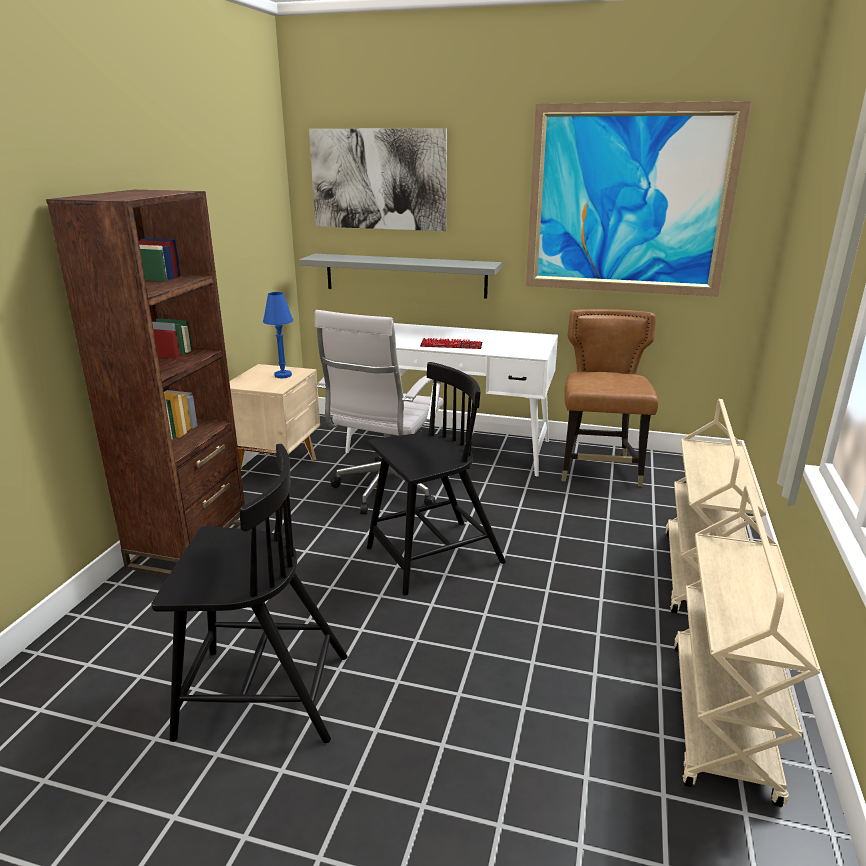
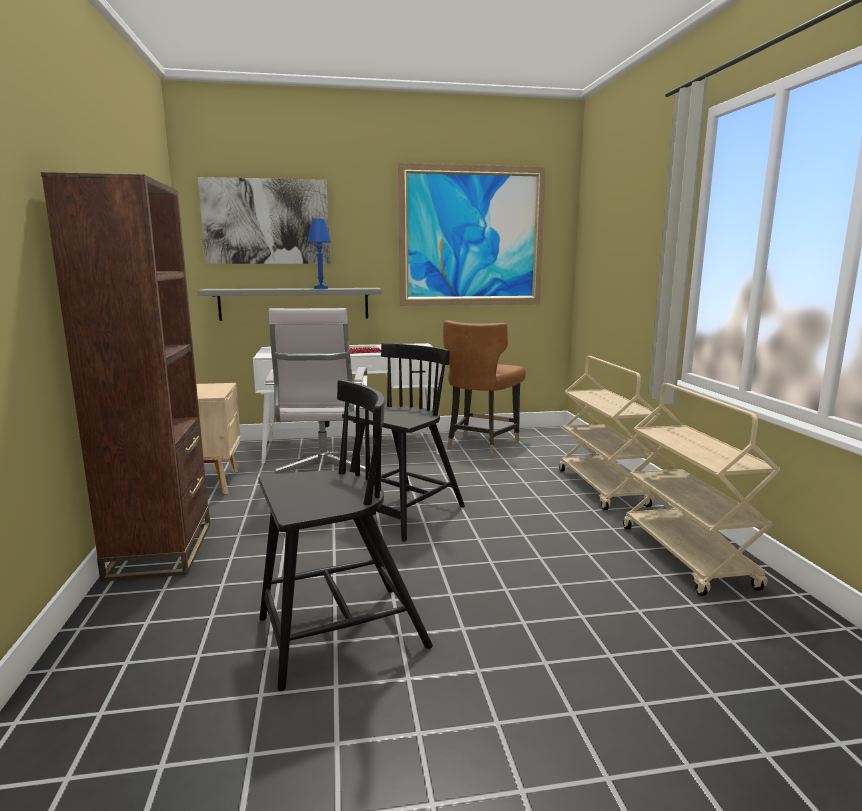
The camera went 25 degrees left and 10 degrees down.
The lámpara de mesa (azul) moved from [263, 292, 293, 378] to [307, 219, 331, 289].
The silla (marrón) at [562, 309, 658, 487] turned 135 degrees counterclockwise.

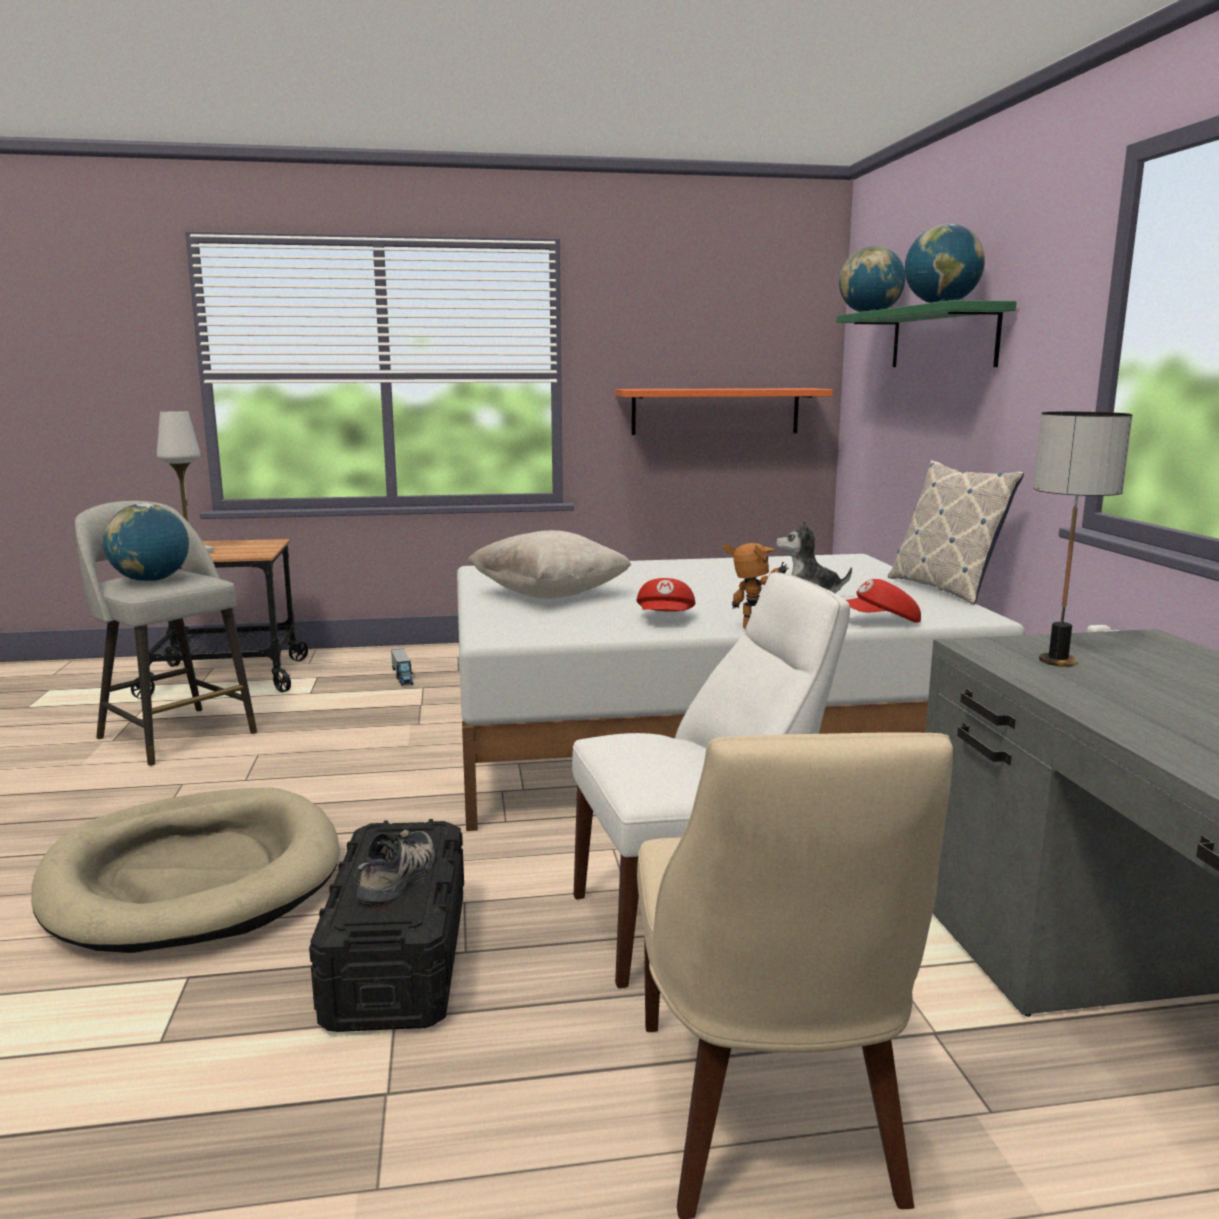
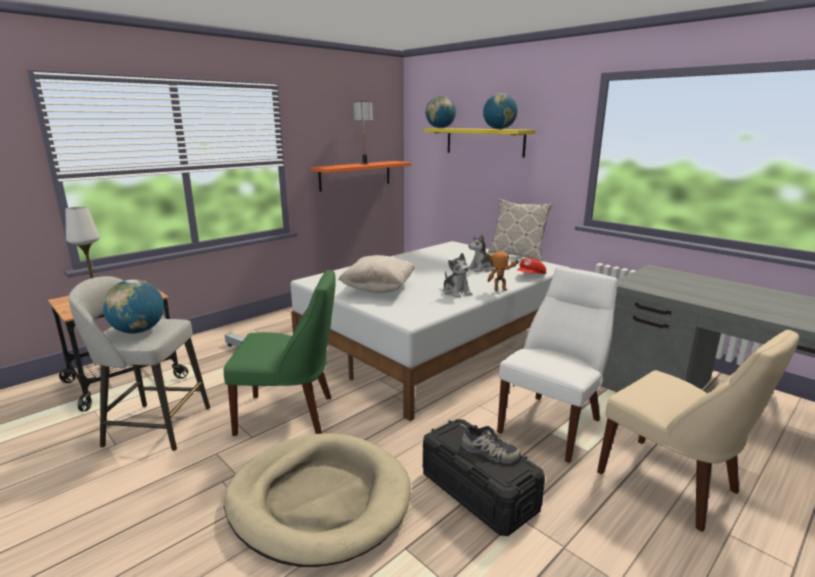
The camera went 35 degrees left and 5 degrees up.
The estante (verde) at [836, 300, 1017, 367] became the estante (amarillo) at [424, 128, 535, 157].
The lámpara de mesa moved from [1034, 412, 1133, 667] to [353, 101, 373, 165].
The gorra (rojo) at [636, 578, 695, 612] was replaced by the peluche at [443, 253, 472, 298].
The zapato at [357, 830, 435, 905] turned 135 degrees clockwise.
The silla (verde) at [223, 269, 336, 436] appeared.

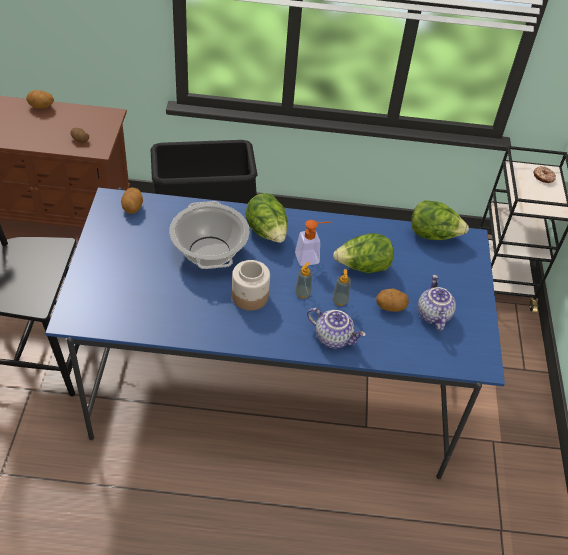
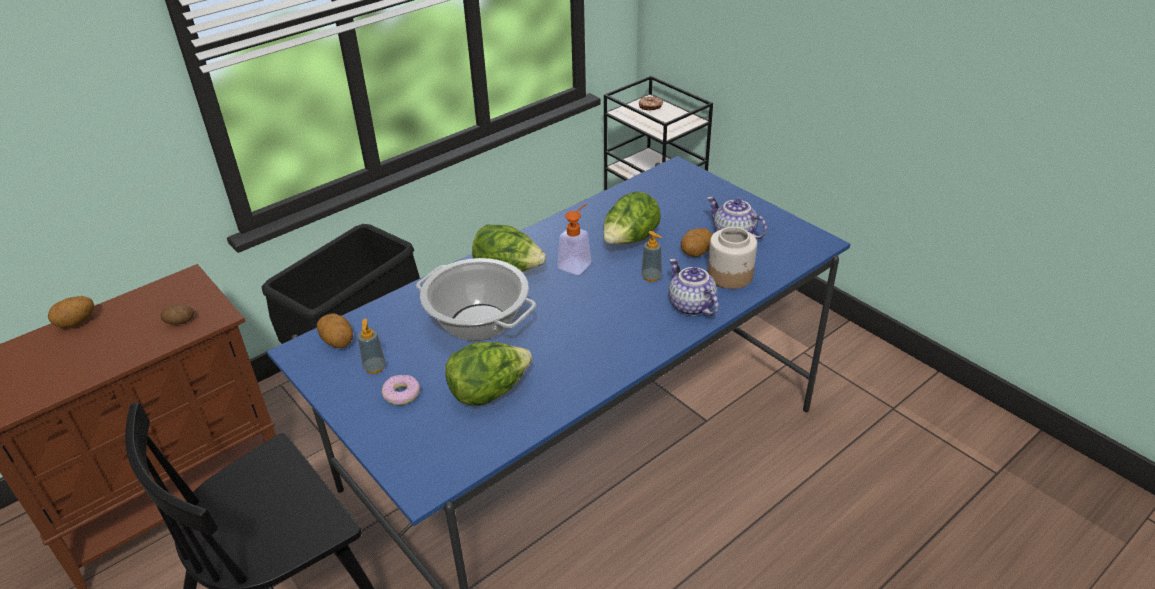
The camera went 40 degrees left and 10 degrees down.
The lechuga moved from [411, 200, 469, 240] to [445, 342, 532, 406].
The tarro moved from [232, 260, 270, 311] to [708, 227, 757, 289].
The dispensador de jabón moved from [295, 262, 313, 298] to [358, 319, 386, 374].
The tetera at [307, 308, 366, 348] turned 105 degrees counterclockwise.
The rosquilla at [382, 375, 421, 405] appeared.

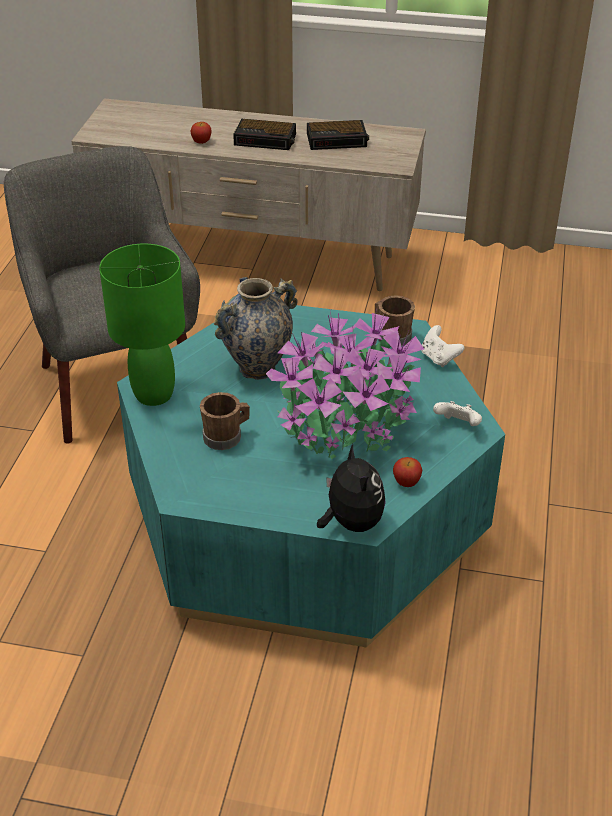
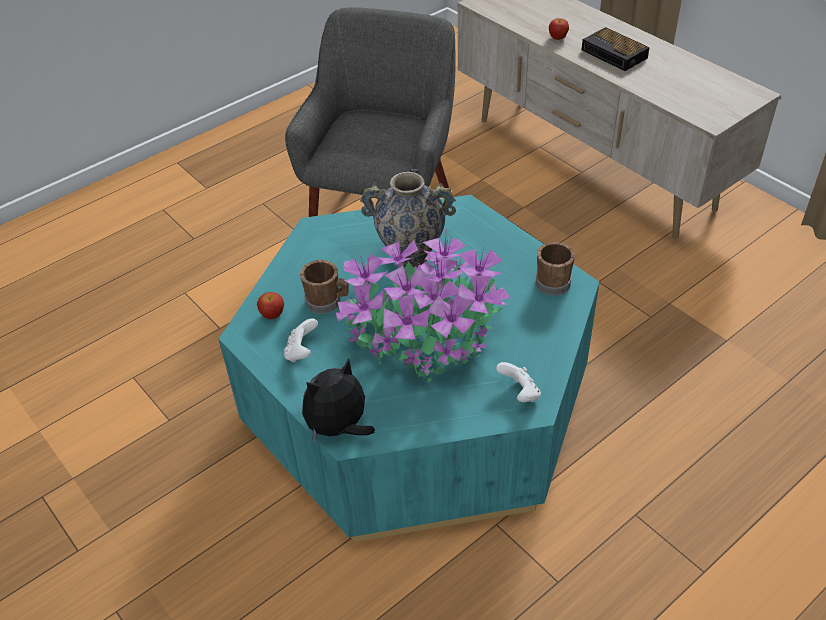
The camera went 40 degrees right and 5 degrees up.
The despertador at [307, 120, 369, 150] disappeared.
The lámpara de mesa (verde) at [99, 243, 185, 406] disappeared.
The mando de consola (blanco) moved from [421, 325, 465, 367] to [284, 318, 318, 363].
The peluche at [317, 444, 386, 532] turned 150 degrees counterclockwise.
The manzana moved from [393, 457, 422, 487] to [257, 292, 284, 319].

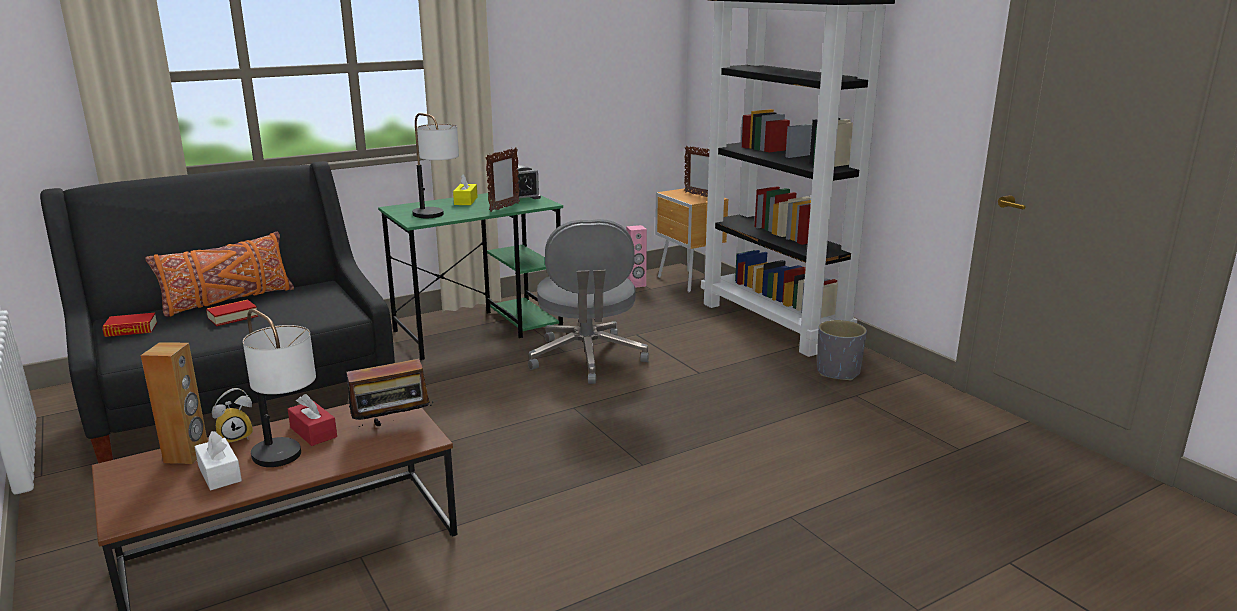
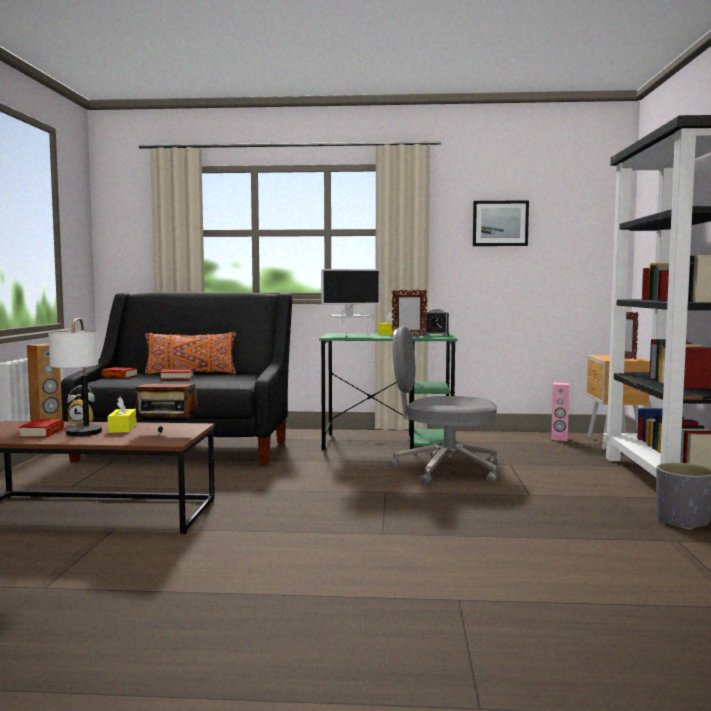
The camera went 35 degrees right and 15 degrees down.
The lámpara de mesa at [412, 113, 459, 218] was replaced by the monitor at [321, 269, 381, 337].
The silla de oficina (gris) at [528, 219, 649, 384] turned 75 degrees clockwise.
The caja de pañuelos (rojo) at [288, 394, 337, 446] became the caja de pañuelos (amarillo) at [107, 397, 137, 433].
The caja de pañuelos (blanco) at [194, 431, 242, 490] was replaced by the libro at [19, 419, 64, 438].
The cuadro at [473, 200, 529, 246] appeared.

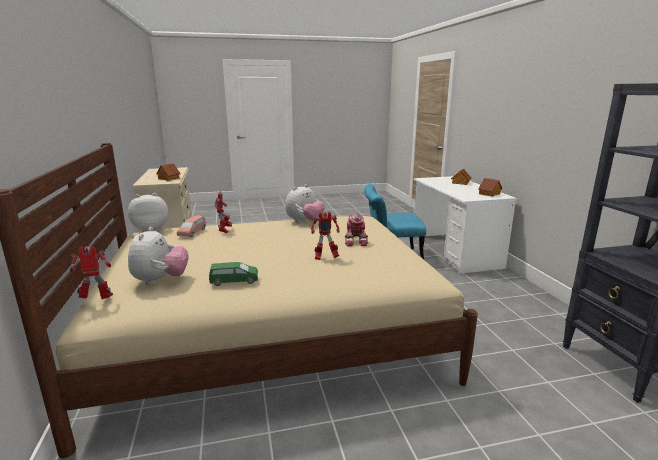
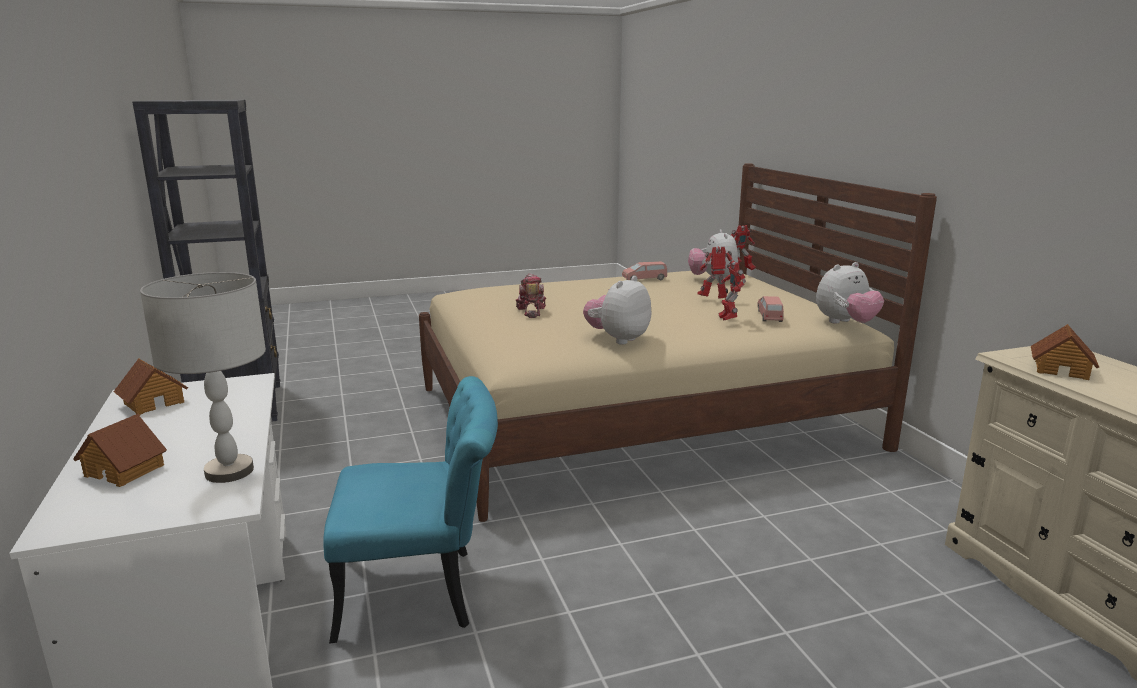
The camera went 175 degrees right and 0 degrees up.
The robot de juguete moved from [311, 212, 340, 260] to [697, 246, 732, 299].
The coche de juguete (verde) at [209, 262, 258, 286] became the coche de juguete (rosa) at [622, 261, 667, 280].
The lámpara de mesa (gris) at [140, 272, 266, 483] appeared.

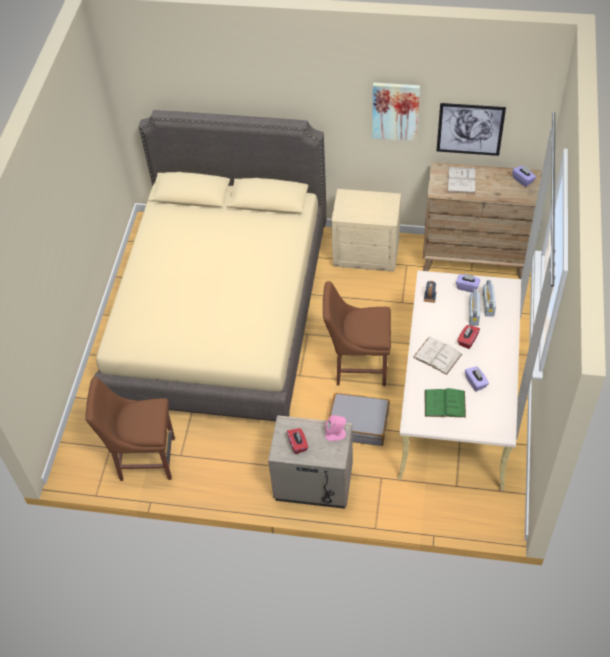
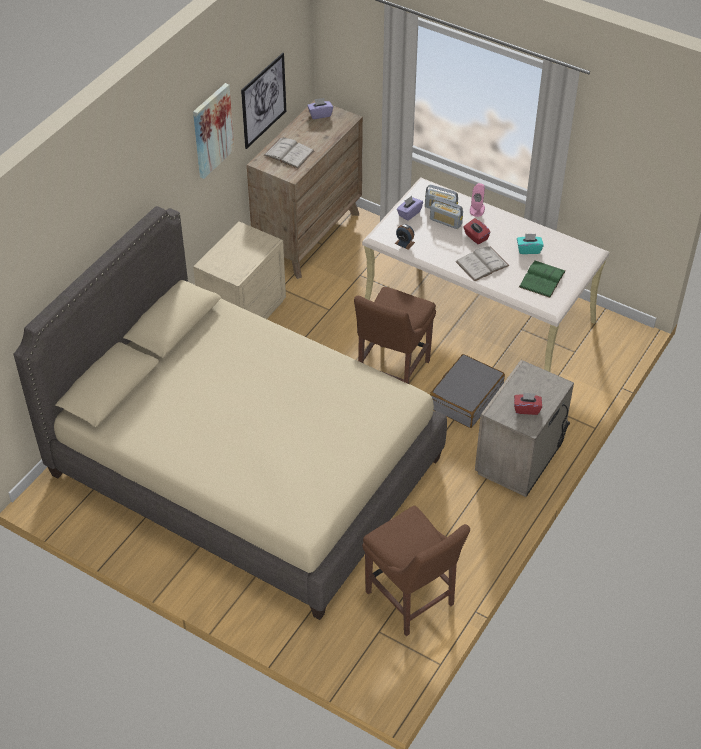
The camera went 70 degrees left and 5 degrees down.
The caja de pañuelos (morado) at [465, 366, 489, 391] became the caja de pañuelos (turquesa) at [517, 233, 544, 254].
The silla (marrón) at [86, 377, 175, 481] turned 60 degrees counterclockwise.
The altavoz (rosa) moved from [325, 415, 346, 441] to [470, 183, 485, 217].

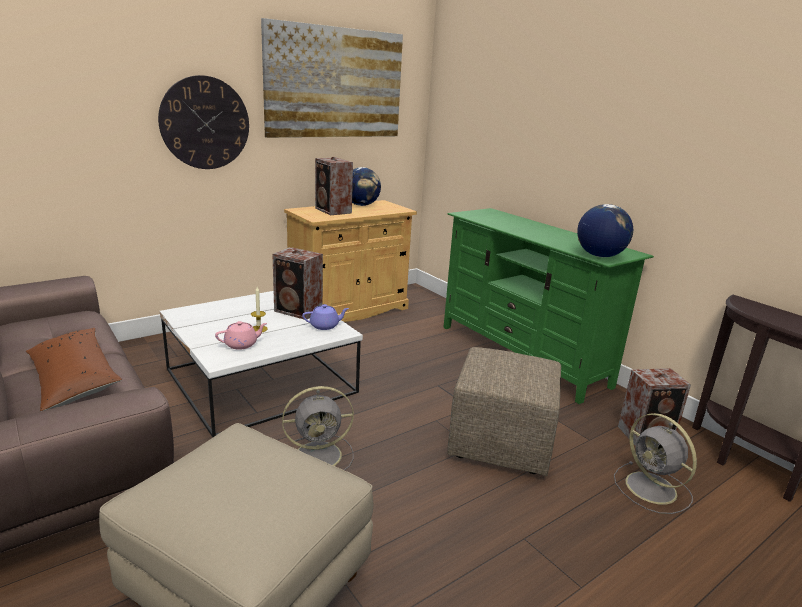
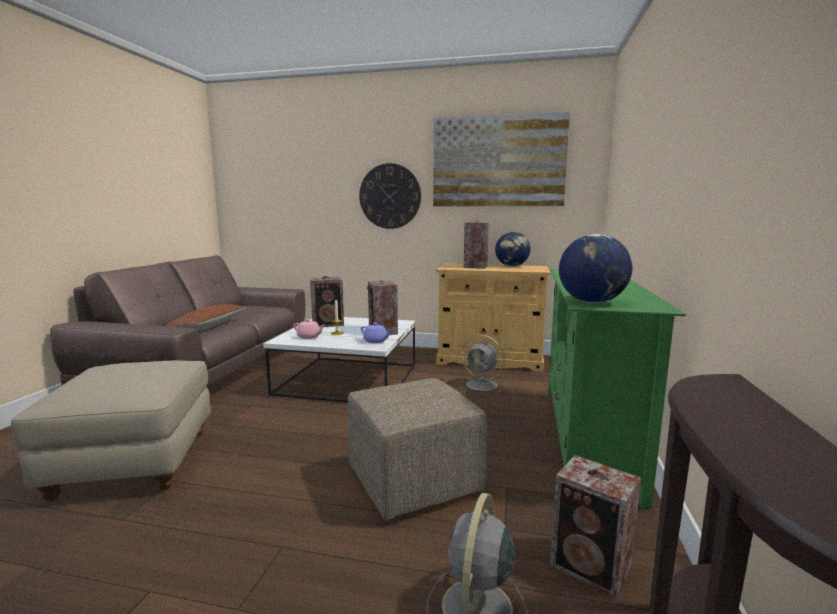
The camera went 50 degrees right and 10 degrees down.
The ventilador (gris) moved from [282, 386, 354, 470] to [459, 334, 506, 394].
The altavoz at [310, 276, 344, 327] appeared.

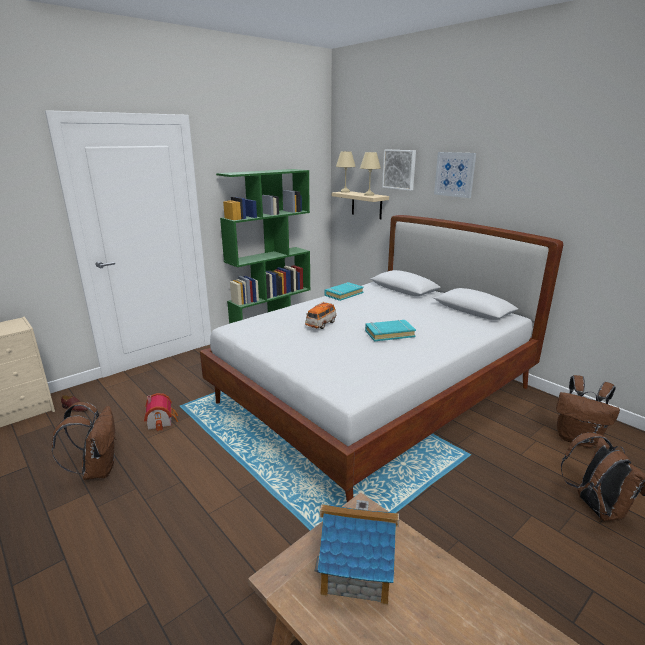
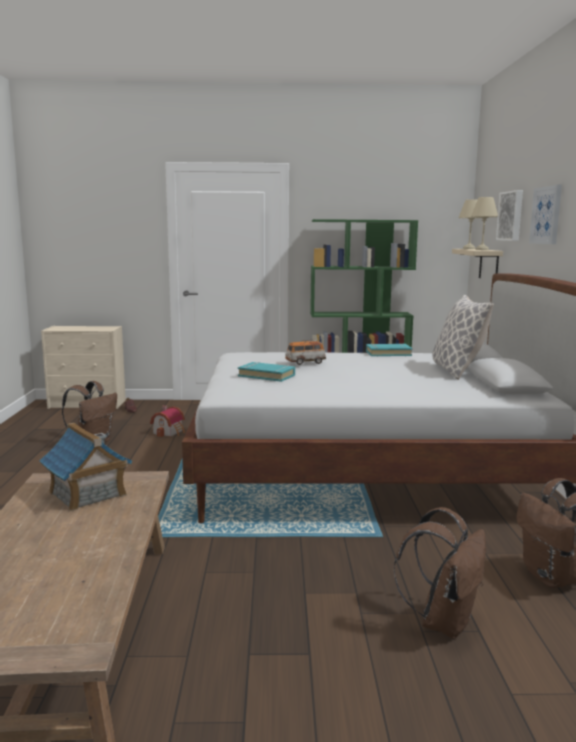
The camera went 40 degrees right and 10 degrees down.
The libro (turquesa) moved from [365, 320, 416, 342] to [238, 362, 295, 382].
The cojín at [432, 295, 494, 380] appeared.

